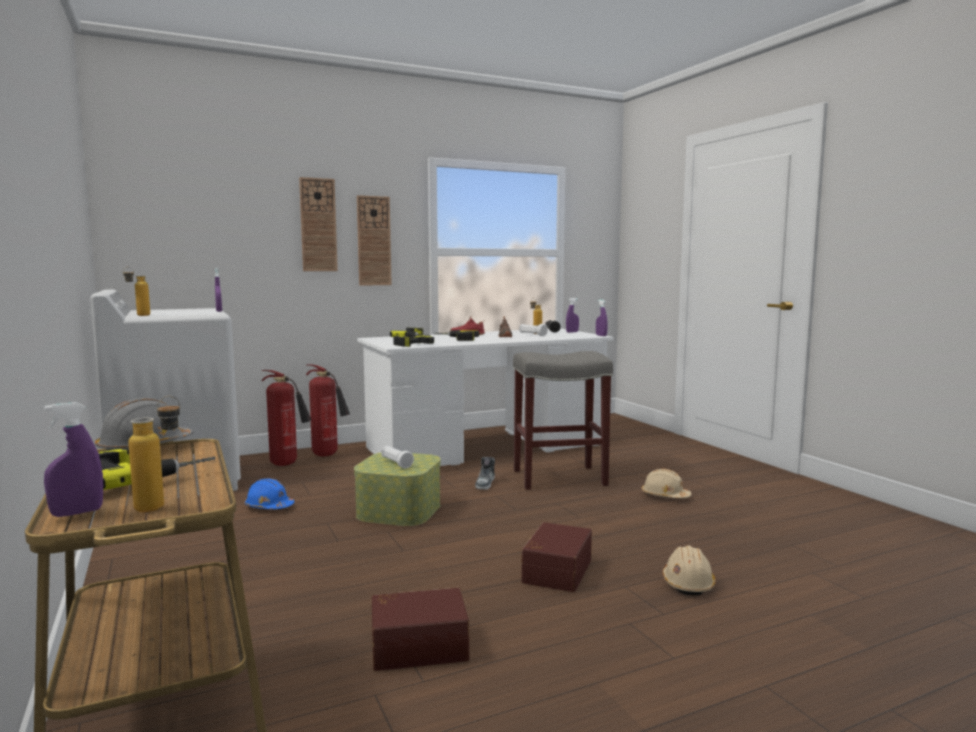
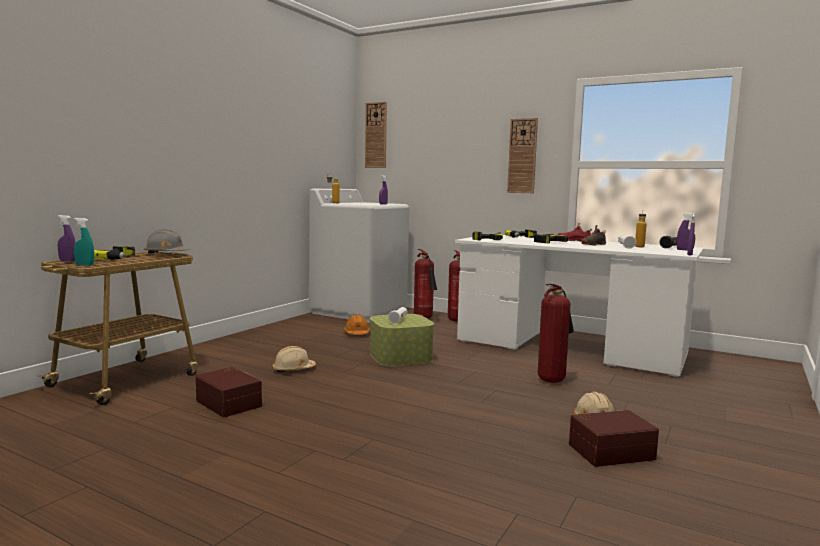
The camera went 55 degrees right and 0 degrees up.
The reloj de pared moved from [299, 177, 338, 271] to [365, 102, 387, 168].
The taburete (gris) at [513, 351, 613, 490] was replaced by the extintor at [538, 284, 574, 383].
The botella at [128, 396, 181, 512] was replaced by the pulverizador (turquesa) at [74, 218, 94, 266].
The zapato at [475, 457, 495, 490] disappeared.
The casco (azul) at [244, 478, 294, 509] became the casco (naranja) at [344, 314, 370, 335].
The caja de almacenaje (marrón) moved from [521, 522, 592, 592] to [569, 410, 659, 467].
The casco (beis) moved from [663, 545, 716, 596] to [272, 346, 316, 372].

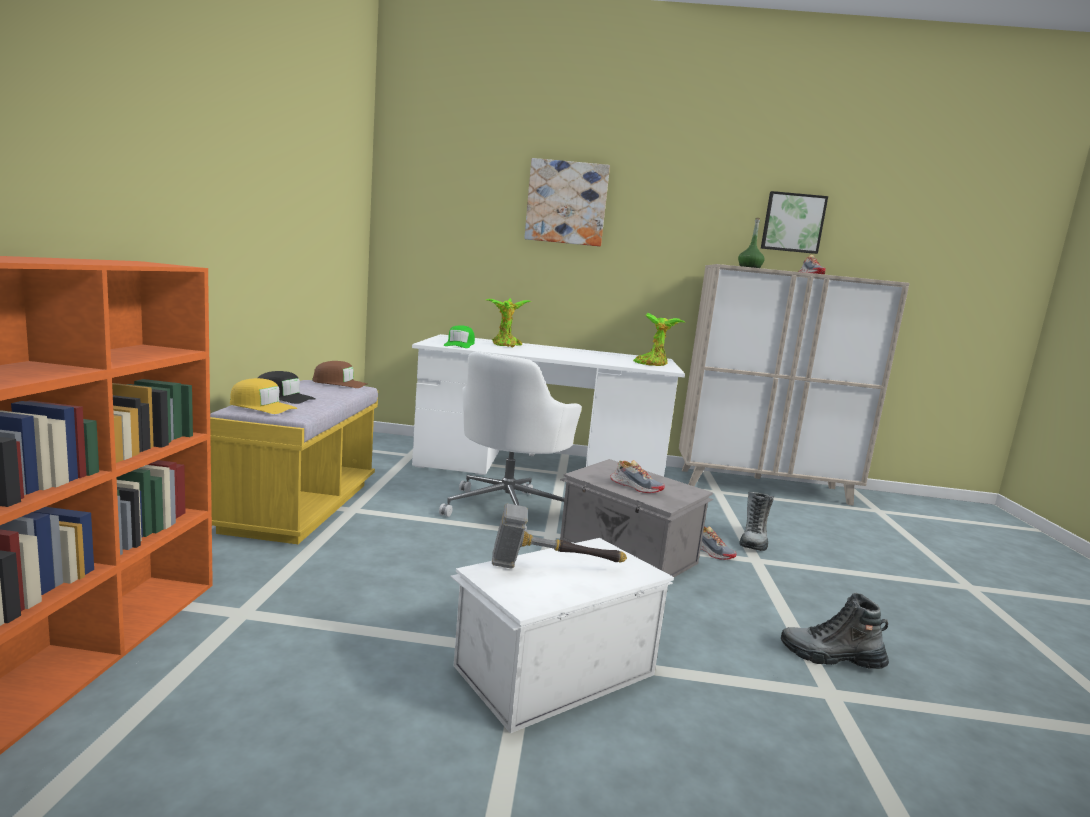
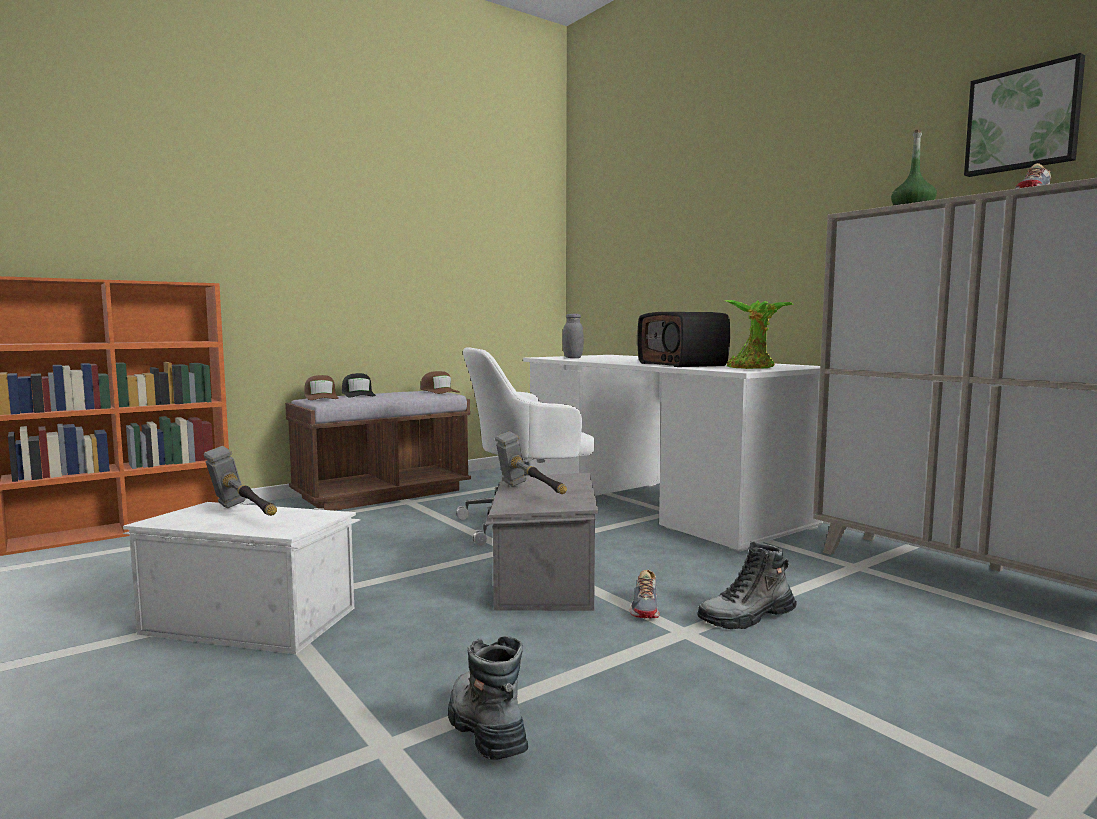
The camera went 50 degrees right and 5 degrees down.
The cuadro at [524, 158, 610, 247] disappeared.
The planta en maceta at [486, 298, 531, 348] disappeared.
The gorra (verde) at [444, 326, 475, 348] was replaced by the tarro (gris) at [562, 314, 584, 358].
The gorra (amarillo) at [230, 378, 297, 414] became the gorra (marrón) at [304, 375, 338, 400].
The banco (amarillo) at [210, 380, 378, 544] became the banco (marrón) at [285, 391, 471, 511].
The zapato at [610, 460, 665, 493] was replaced by the martillo at [495, 431, 567, 494].
The radio at [637, 312, 730, 367] appeared.

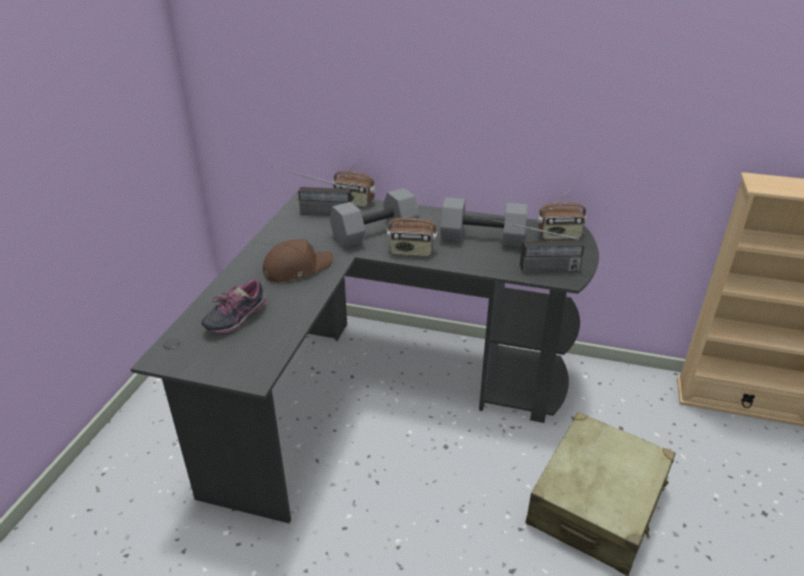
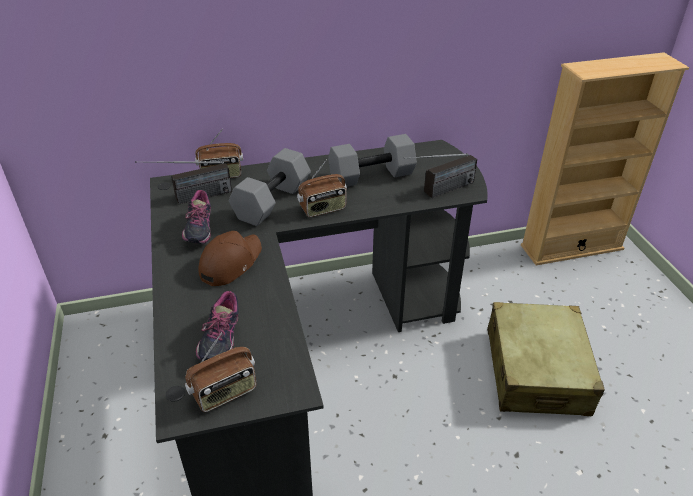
The camera went 30 degrees left and 5 degrees up.
The radio moved from [537, 188, 586, 239] to [185, 333, 256, 412].
The zapato at [182, 190, 211, 244] appeared.

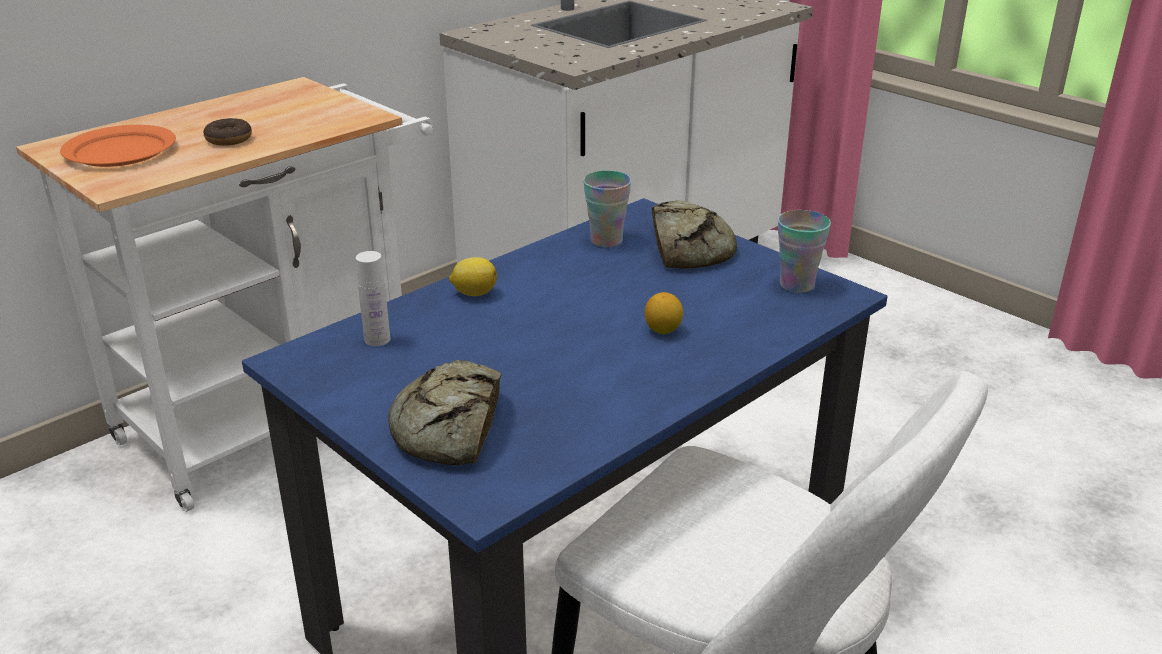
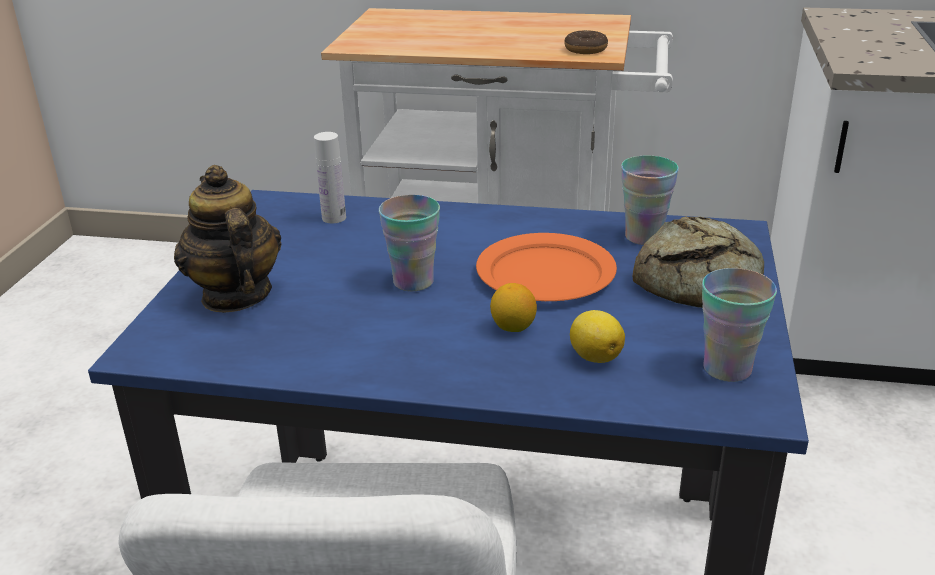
The camera went 55 degrees right and 0 degrees up.
The rosquilla moved from [203, 118, 252, 146] to [565, 30, 608, 54].
The plato (naranja) moved from [60, 125, 176, 167] to [476, 233, 617, 301].
The limón moved from [449, 257, 497, 296] to [570, 310, 625, 363].
The pan at [388, 360, 502, 466] was replaced by the tetera at [174, 165, 281, 313].
The taza at [379, 195, 440, 292] appeared.

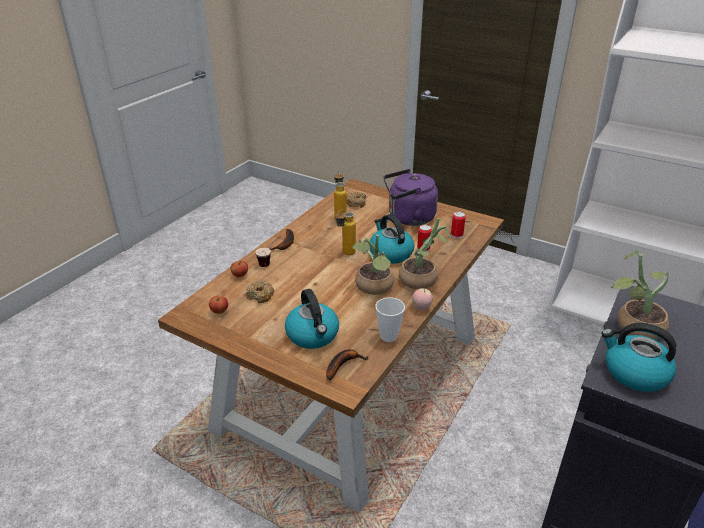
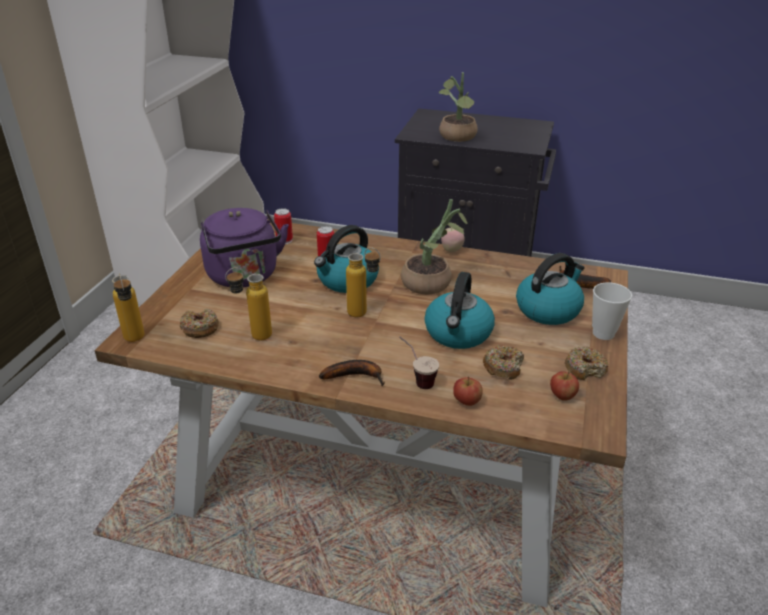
The camera went 105 degrees left and 0 degrees up.
The planta en maceta at [399, 218, 451, 289] disappeared.
The taza moved from [375, 297, 405, 342] to [592, 282, 632, 340].
The hervidor moved from [601, 323, 677, 392] to [425, 272, 495, 349].
The botella at [112, 274, 145, 342] appeared.
The rosquilla at [565, 347, 608, 380] appeared.

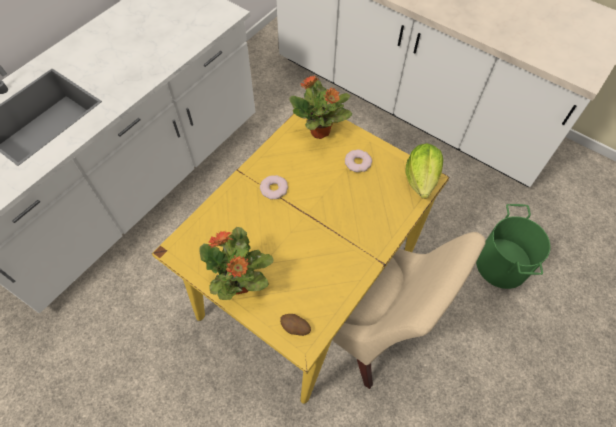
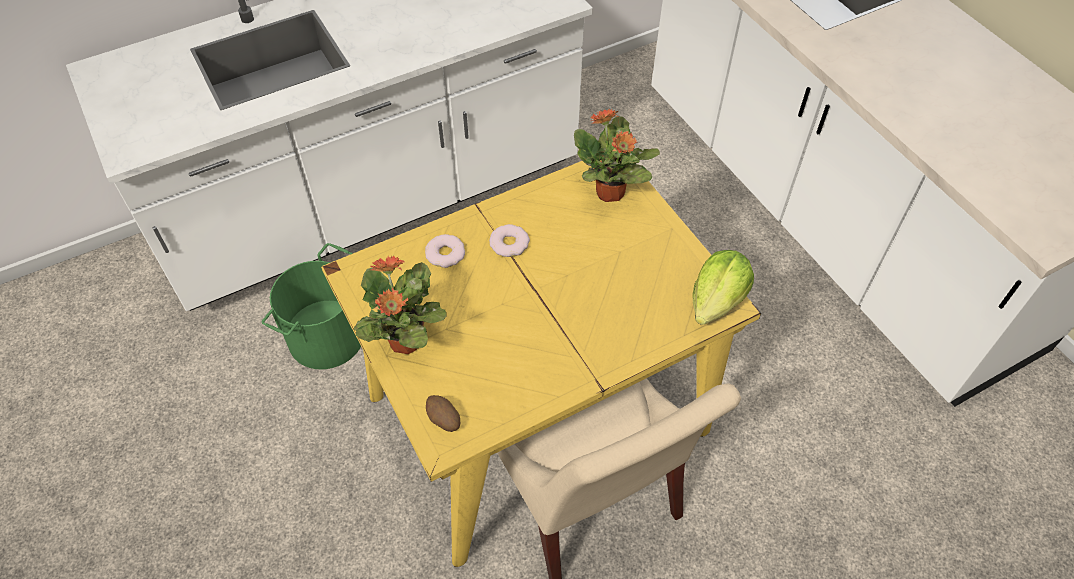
The camera went 25 degrees right and 5 degrees down.
The rosquilla moved from [345, 149, 372, 172] to [425, 234, 465, 268].
The cubo (verde) moved from [476, 204, 550, 289] to [262, 243, 361, 369].

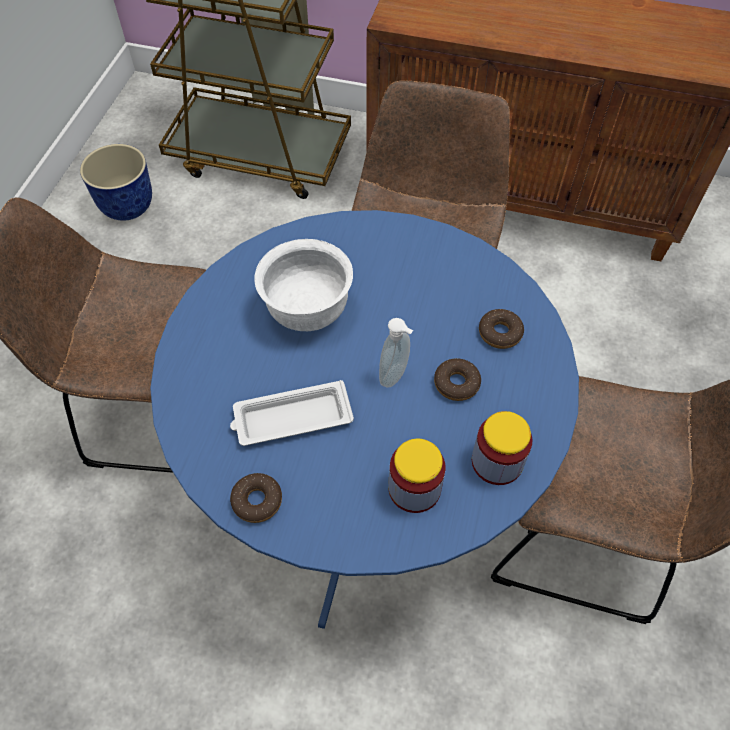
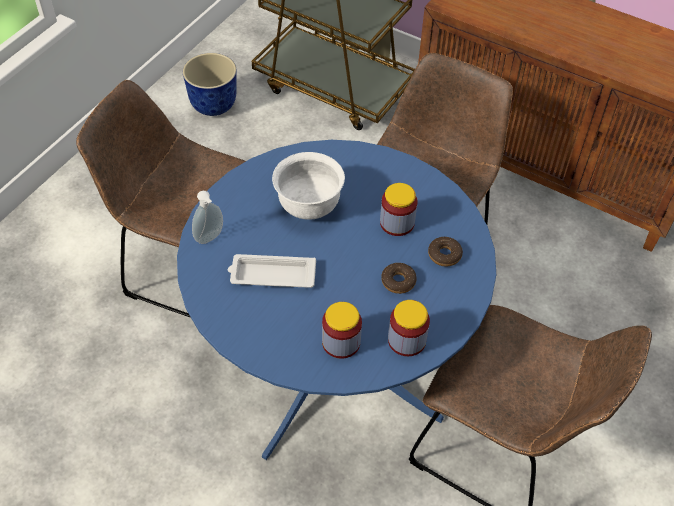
The camera went 15 degrees right and 5 degrees down.
The dispensador de jabón moved from [379, 318, 413, 388] to [192, 191, 223, 244].
The rosquilla at [230, 473, 282, 523] disappeared.
The tarro at [380, 183, 418, 236] appeared.

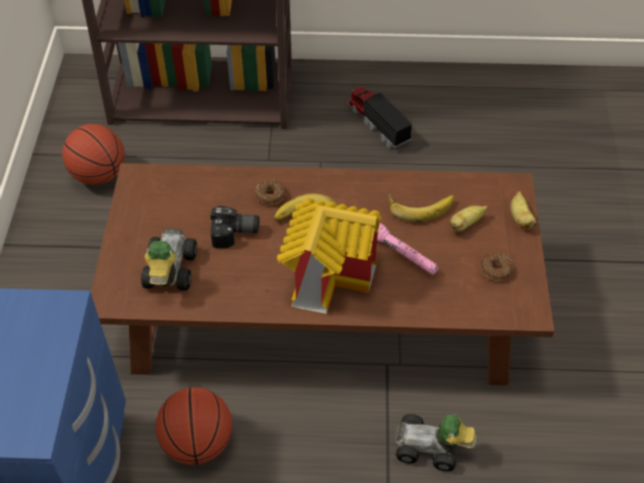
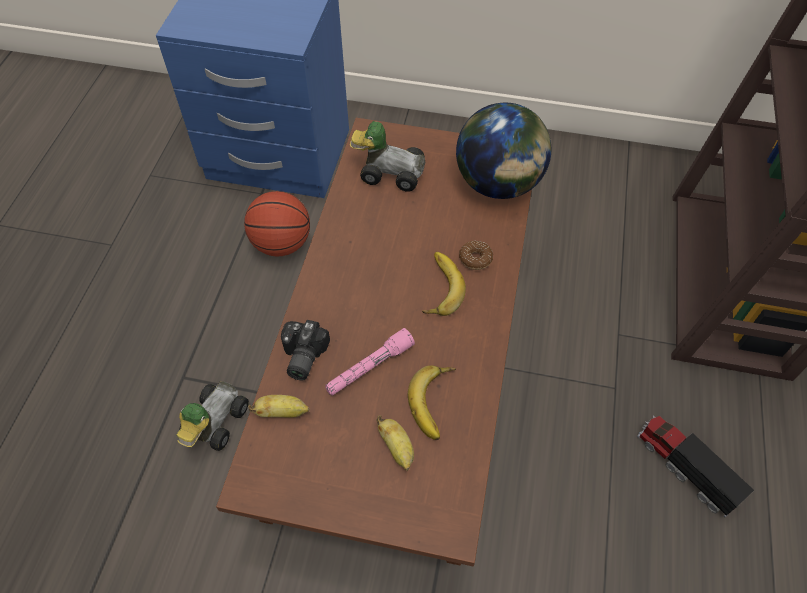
The camera went 100 degrees right and 5 degrees up.
The camión de juguete at [348, 87, 412, 148] turned 105 degrees counterclockwise.
The balón de baloncesto at [62, 124, 125, 185] disappeared.
The plátano moved from [510, 191, 537, 229] to [248, 395, 310, 418].
The casita at [277, 198, 381, 314] disappeared.
The cámara moved from [210, 206, 259, 248] to [281, 320, 330, 381].
The rosquilla at [480, 253, 514, 281] disappeared.
The globo terráqueo at [456, 103, 551, 199] appeared.

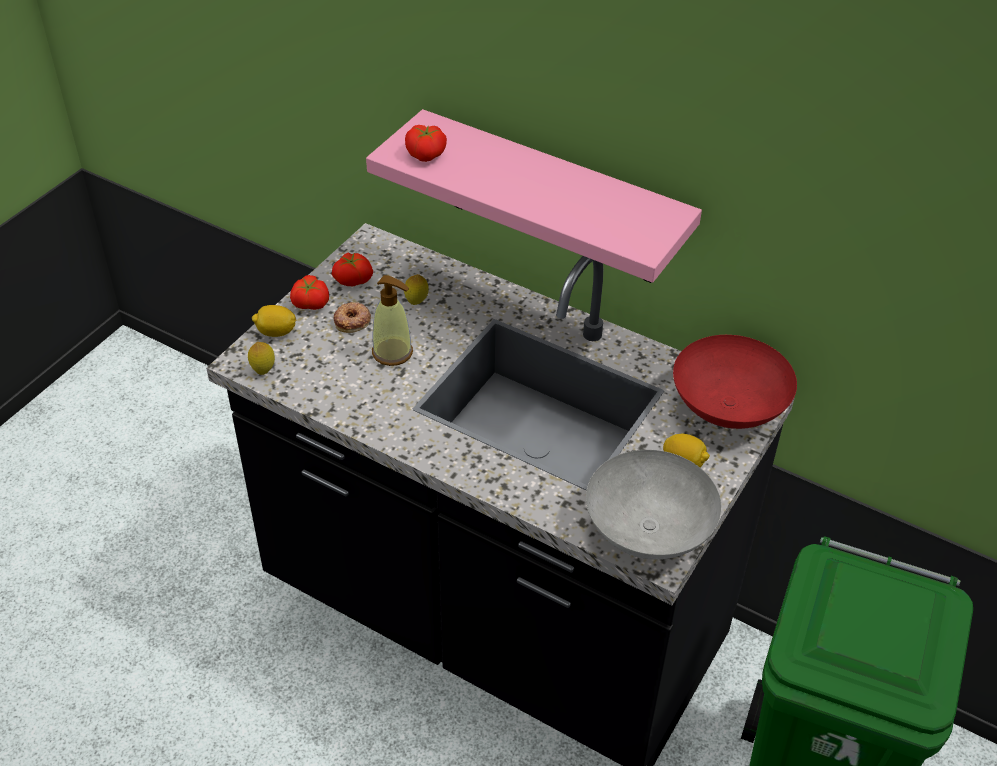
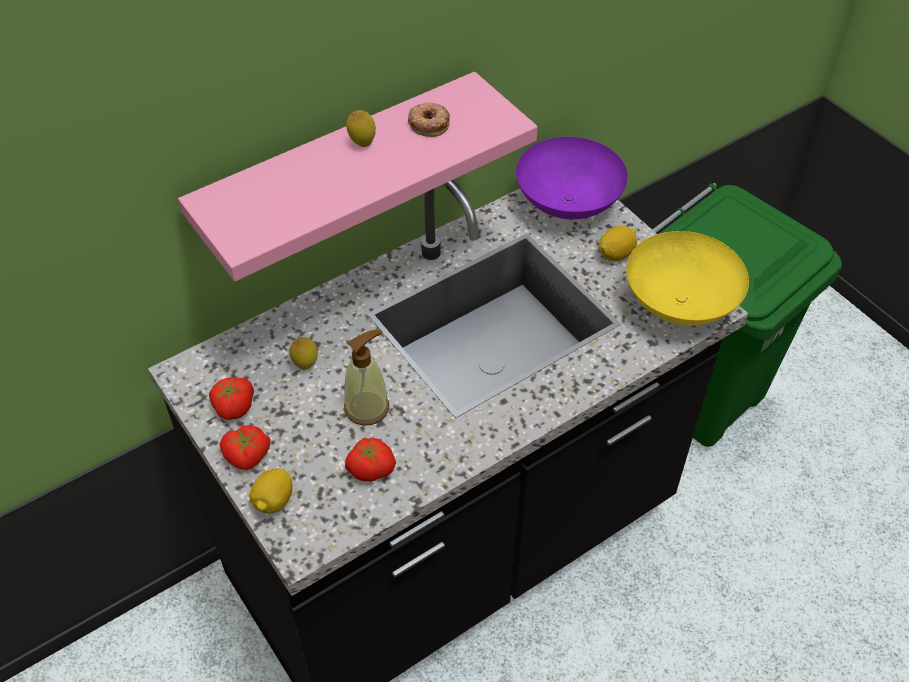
The camera went 65 degrees left and 5 degrees up.
The tomate moved from [405, 125, 447, 162] to [345, 438, 396, 482].
The rosquilla moved from [333, 302, 371, 333] to [408, 102, 450, 137].
The cuenco (rojo) at [673, 335, 797, 429] became the cuenco (morado) at [516, 137, 628, 219].
The limón moved from [248, 342, 275, 375] to [346, 110, 376, 147].
The cuenco (gris) at [586, 450, 721, 560] became the cuenco (amarillo) at [626, 231, 749, 326].

